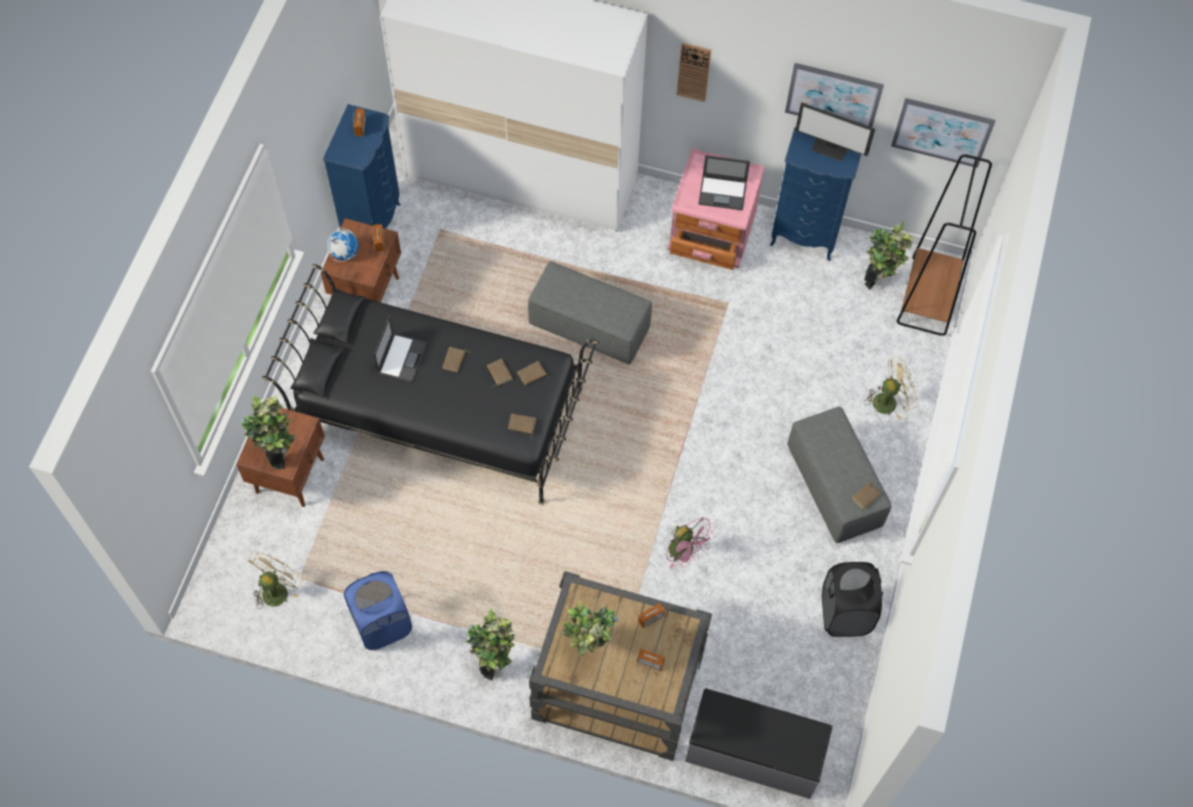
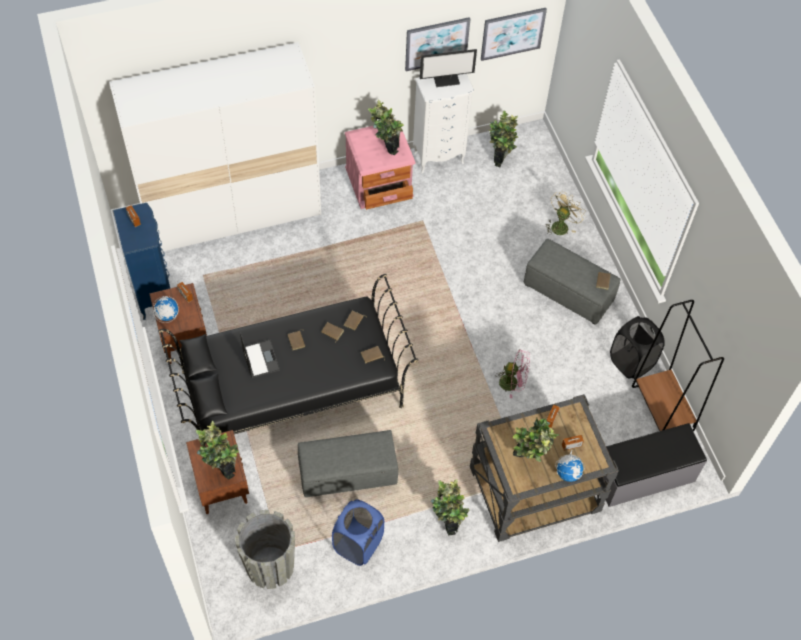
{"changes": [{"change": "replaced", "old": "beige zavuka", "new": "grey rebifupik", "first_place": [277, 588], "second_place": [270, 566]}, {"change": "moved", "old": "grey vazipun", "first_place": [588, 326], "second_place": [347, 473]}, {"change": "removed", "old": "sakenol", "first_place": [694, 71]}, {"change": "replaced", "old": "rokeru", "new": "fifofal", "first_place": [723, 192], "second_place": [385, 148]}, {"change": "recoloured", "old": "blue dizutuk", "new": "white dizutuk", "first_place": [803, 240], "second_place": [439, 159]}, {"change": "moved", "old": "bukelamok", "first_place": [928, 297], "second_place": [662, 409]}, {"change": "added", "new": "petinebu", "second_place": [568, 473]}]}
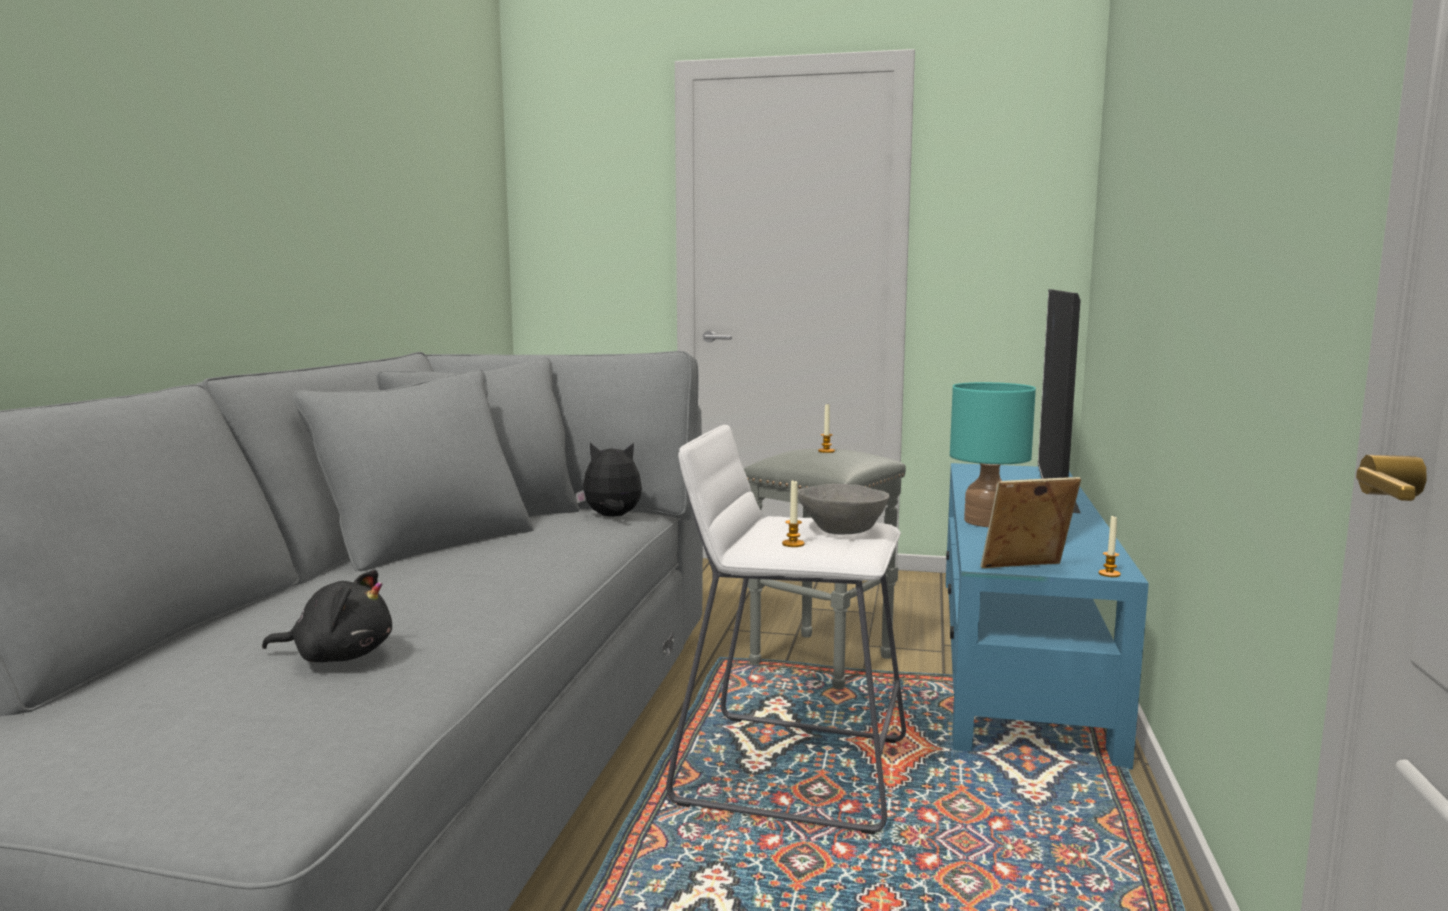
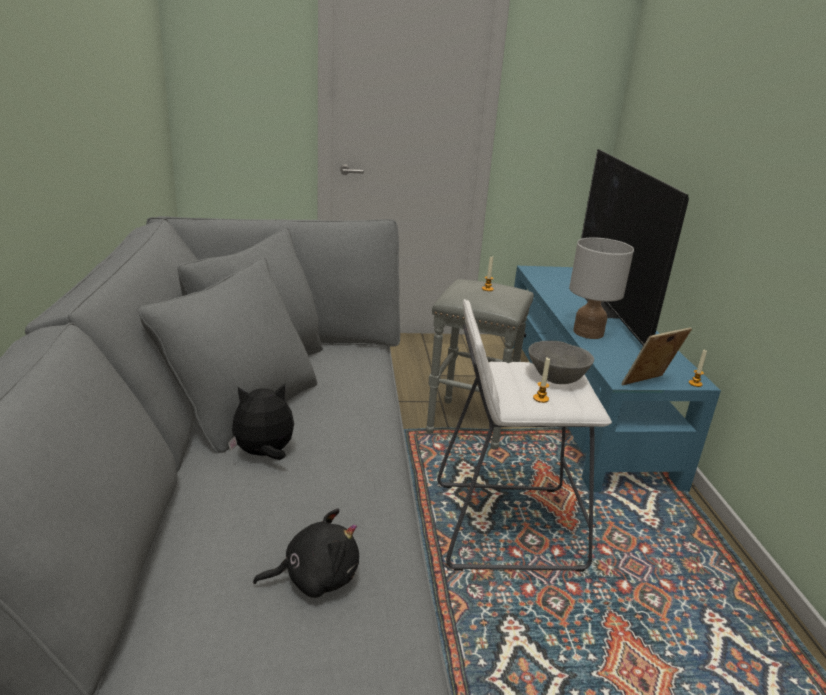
{"changes": [{"change": "moved", "old": "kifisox", "first_place": [612, 517], "second_place": [264, 454]}, {"change": "recoloured", "old": "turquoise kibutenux", "new": "grey kibutenux", "first_place": [986, 522], "second_place": [588, 333]}]}
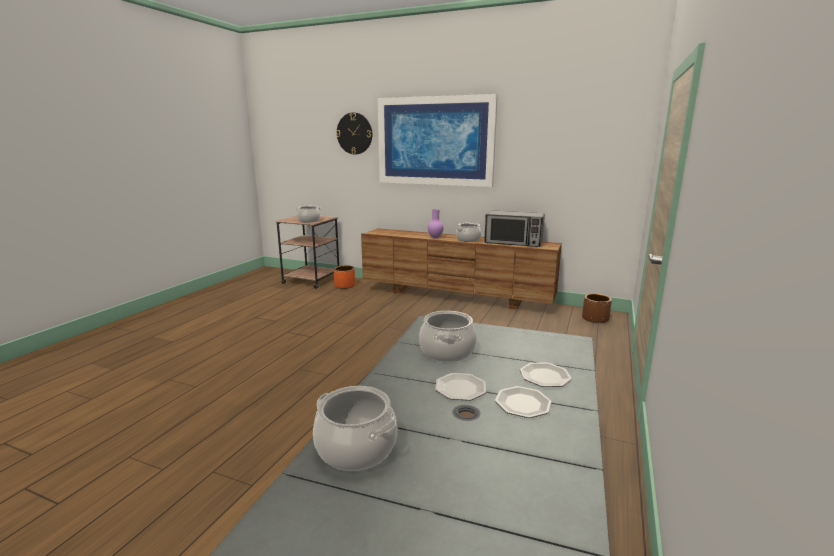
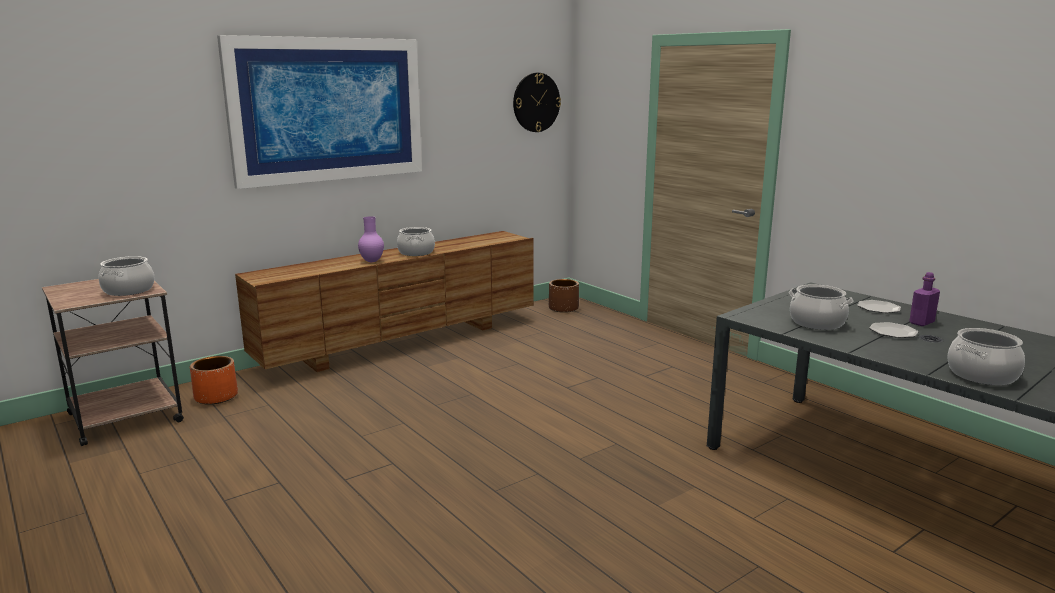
{"changes": [{"change": "moved", "old": "sakenol", "first_place": [354, 133], "second_place": [536, 102]}, {"change": "removed", "old": "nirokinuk", "first_place": [513, 243]}, {"change": "replaced", "old": "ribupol", "new": "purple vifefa", "first_place": [523, 404], "second_place": [921, 322]}]}
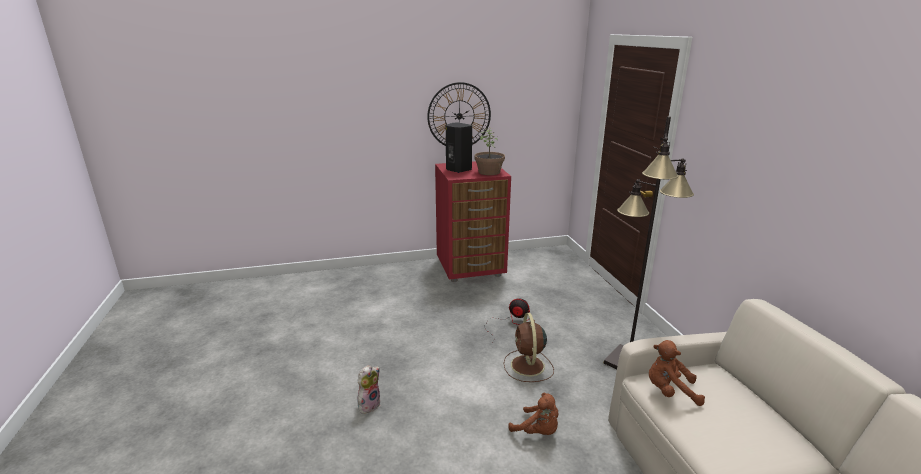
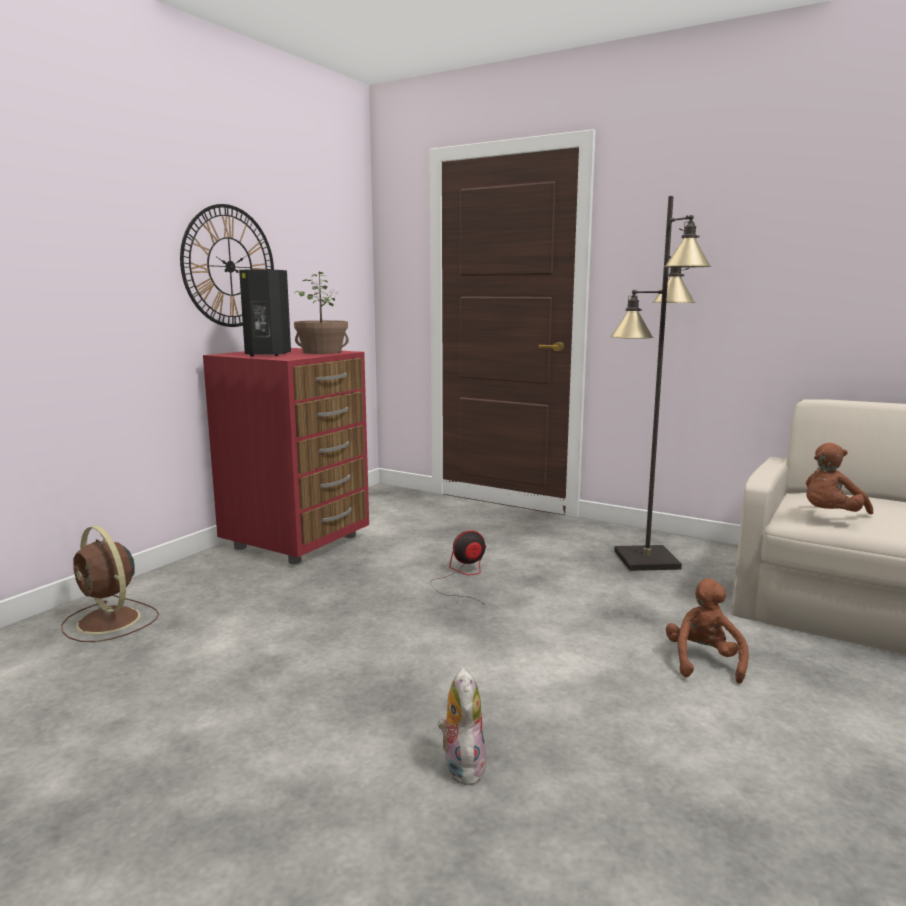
{"changes": [{"change": "moved", "old": "brown zavuka", "first_place": [528, 366], "second_place": [110, 621]}, {"change": "turned", "old": "brown kifisox", "first_place": [537, 431], "second_place": [703, 662], "degrees": -75}]}
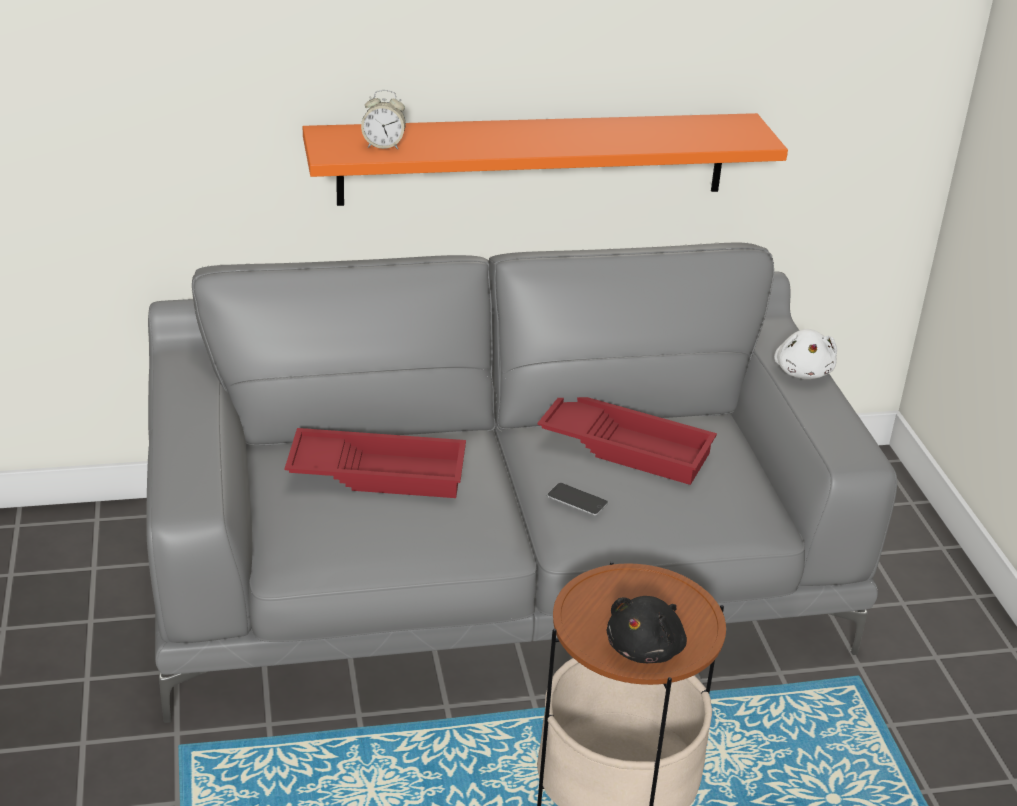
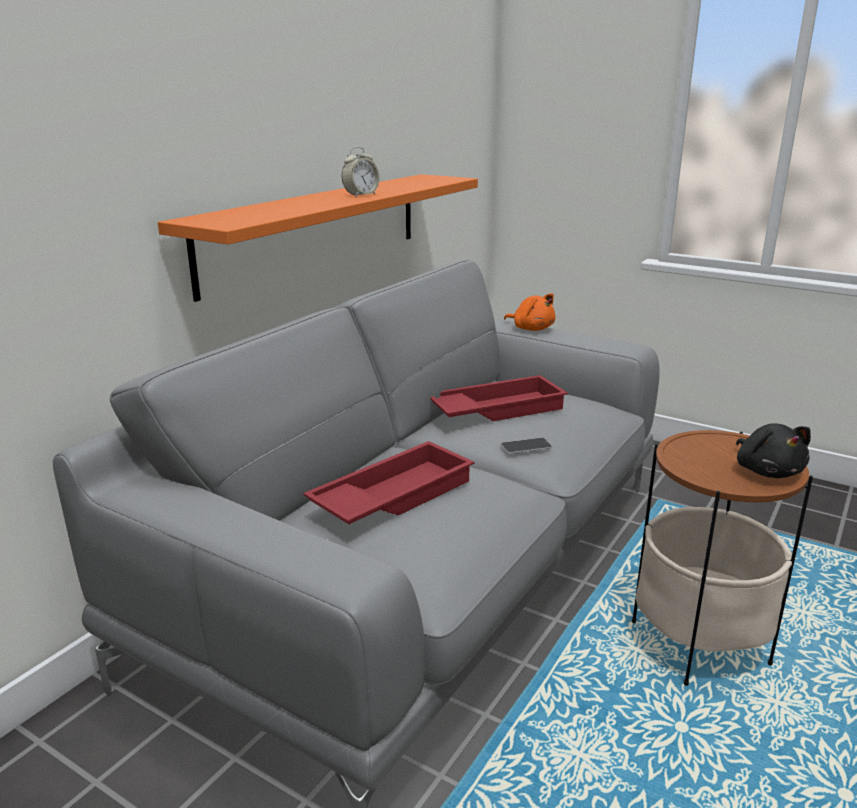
{"changes": [{"change": "moved", "old": "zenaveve", "first_place": [383, 145], "second_place": [361, 195]}, {"change": "recoloured", "old": "white kifisox", "new": "orange kifisox", "first_place": [803, 371], "second_place": [531, 329]}]}
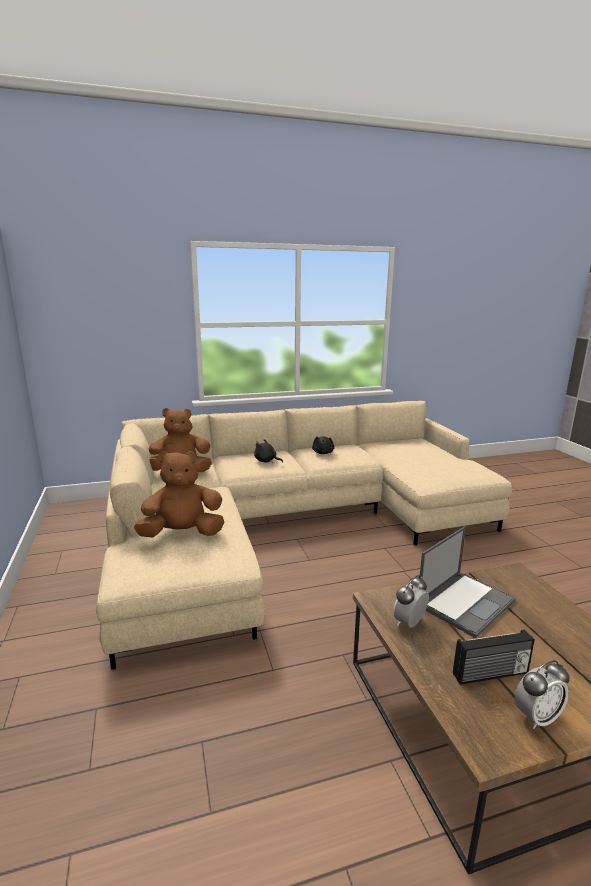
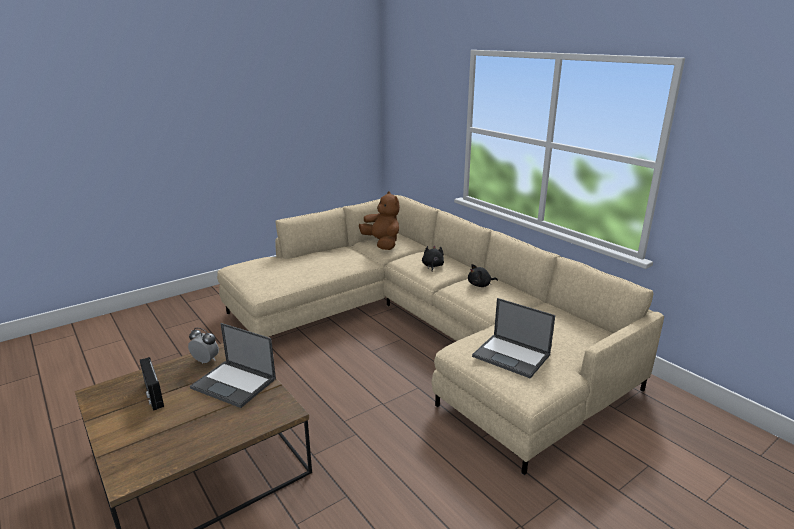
{"changes": [{"change": "removed", "old": "brown kifisox", "first_place": [183, 534]}, {"change": "removed", "old": "zenaveve", "first_place": [536, 717]}, {"change": "added", "new": "rokeru", "second_place": [512, 356]}]}
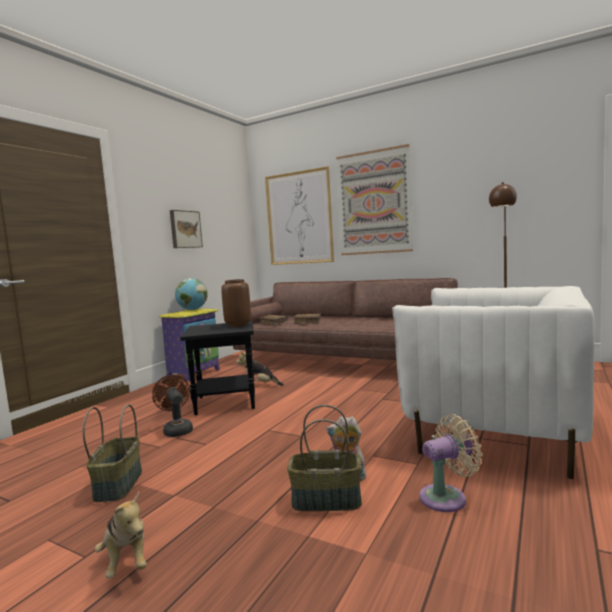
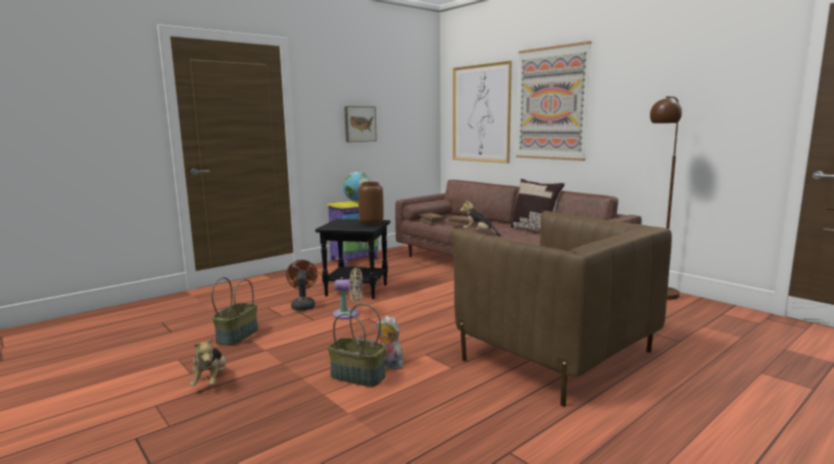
{"changes": [{"change": "moved", "old": "kifisox", "first_place": [259, 385], "second_place": [479, 233]}, {"change": "recoloured", "old": "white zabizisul", "new": "brown zabizisul", "first_place": [495, 428], "second_place": [555, 354]}, {"change": "moved", "old": "beige zavuka", "first_place": [447, 497], "second_place": [349, 314]}, {"change": "added", "new": "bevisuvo", "second_place": [535, 230]}]}
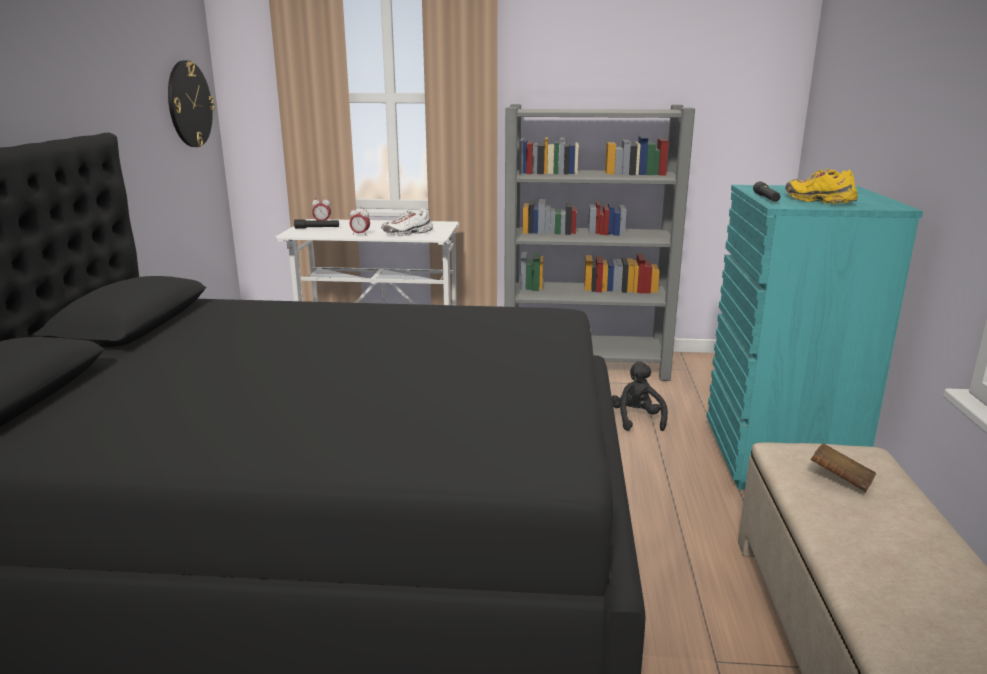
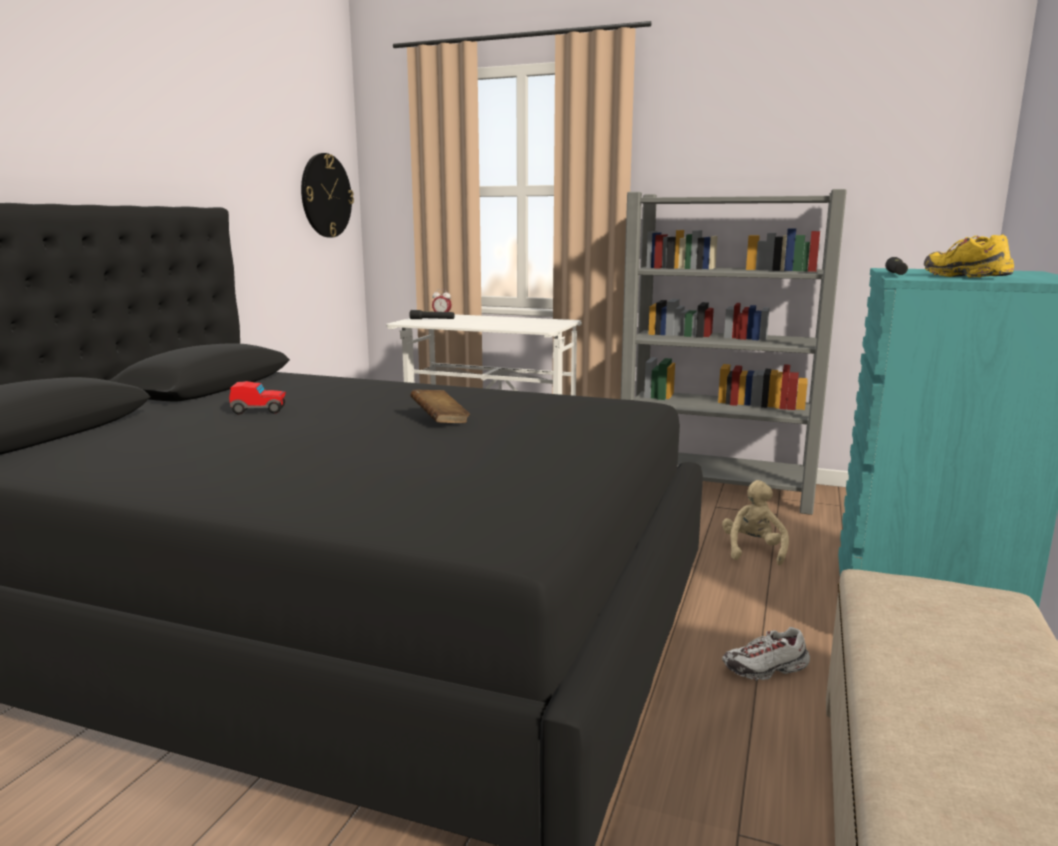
{"changes": [{"change": "removed", "old": "zenaveve", "first_place": [360, 234]}, {"change": "moved", "old": "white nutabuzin", "first_place": [408, 233], "second_place": [766, 669]}, {"change": "recoloured", "old": "black kifisox", "new": "beige kifisox", "first_place": [637, 420], "second_place": [753, 550]}, {"change": "moved", "old": "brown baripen", "first_place": [840, 481], "second_place": [440, 420]}, {"change": "added", "new": "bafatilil", "second_place": [259, 411]}]}
